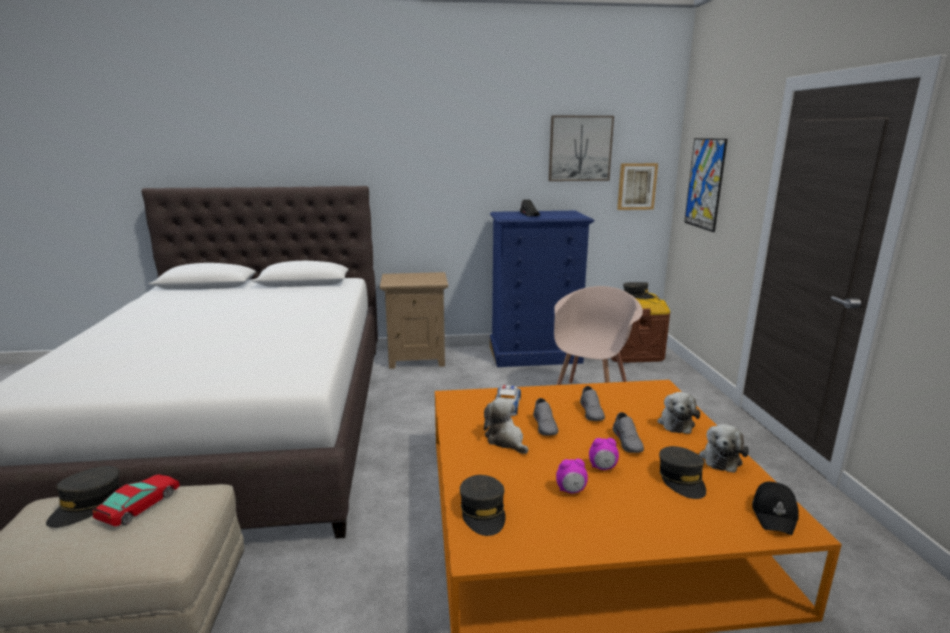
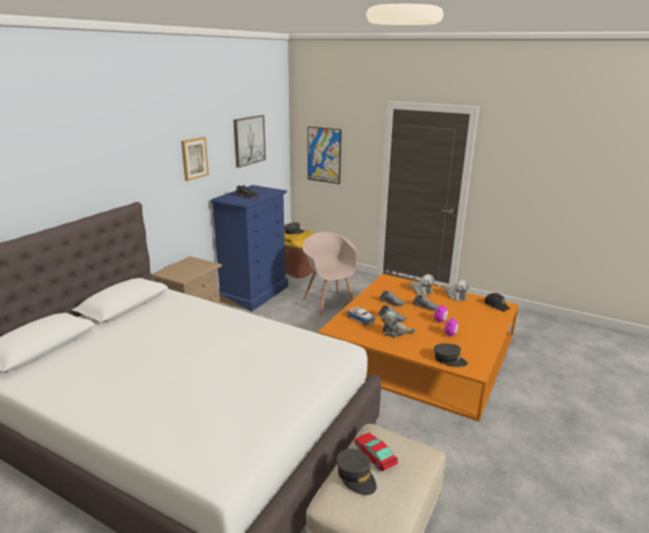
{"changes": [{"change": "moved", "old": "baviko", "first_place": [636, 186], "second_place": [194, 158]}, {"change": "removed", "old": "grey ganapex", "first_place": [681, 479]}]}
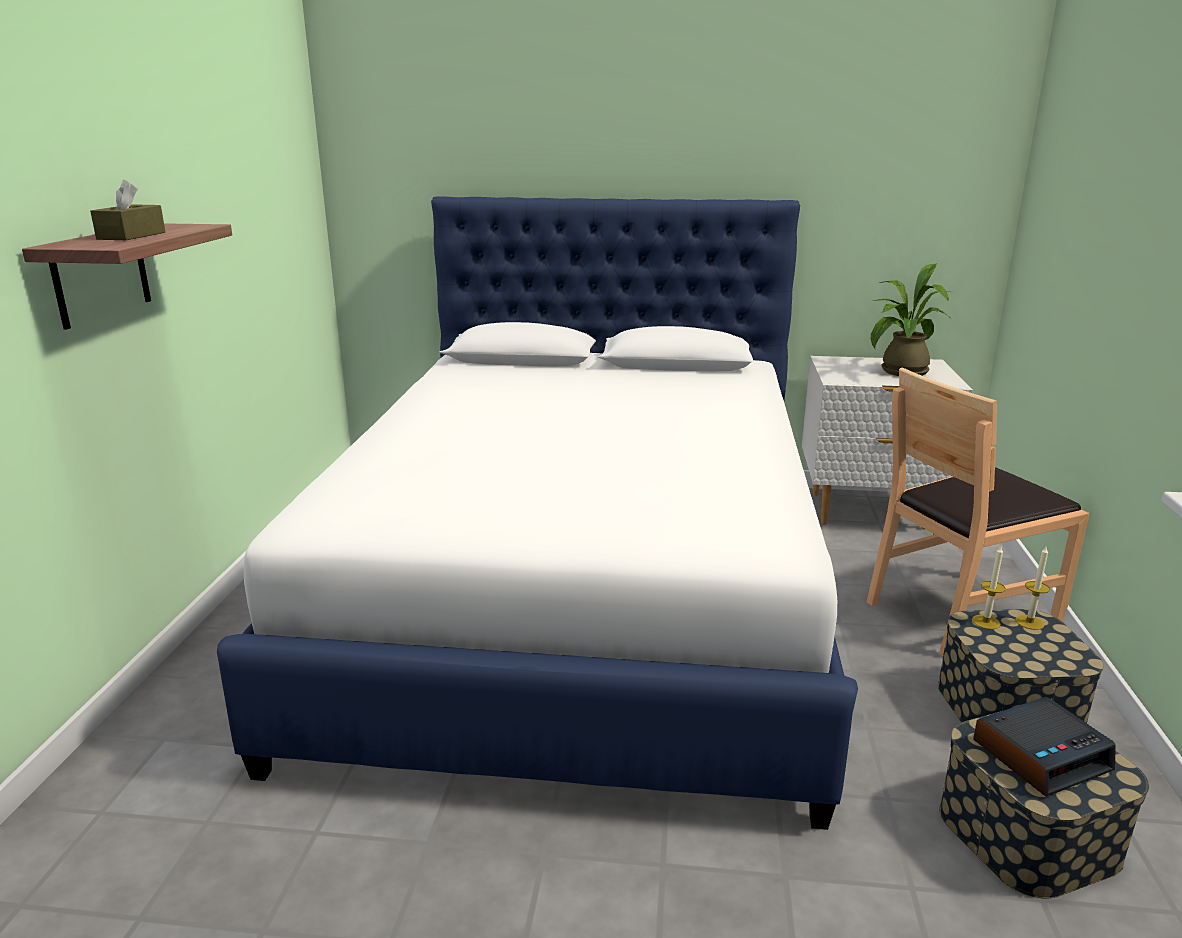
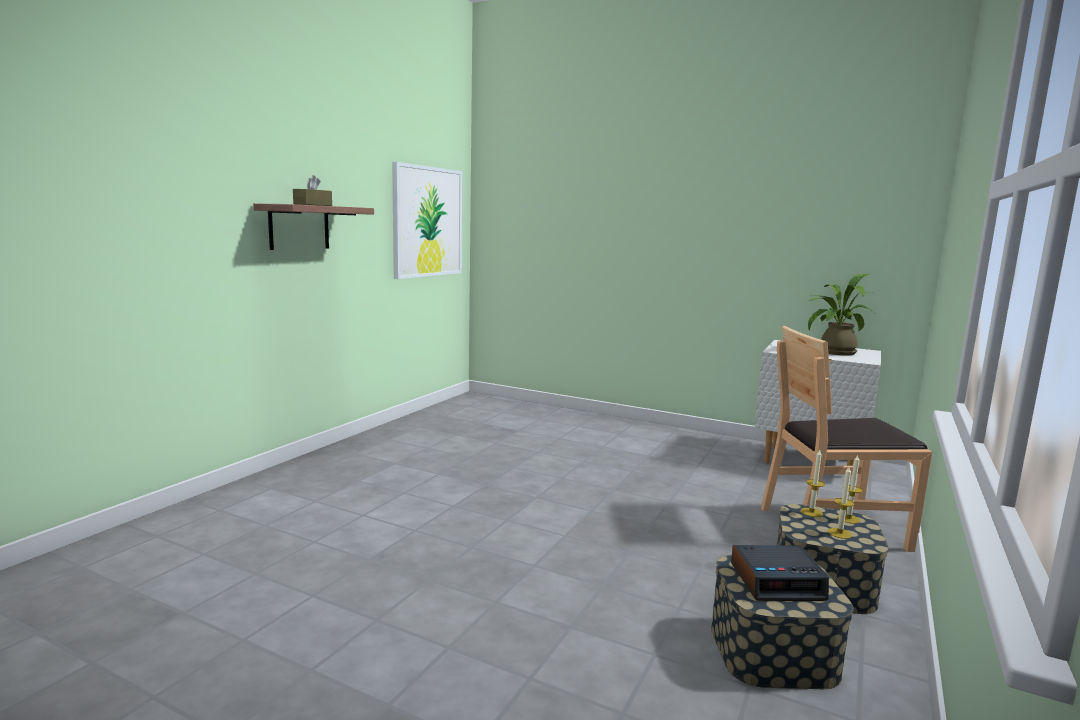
{"changes": [{"change": "removed", "old": "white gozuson", "first_place": [582, 593]}, {"change": "added", "new": "baviko", "second_place": [427, 222]}, {"change": "added", "new": "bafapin", "second_place": [839, 533]}]}
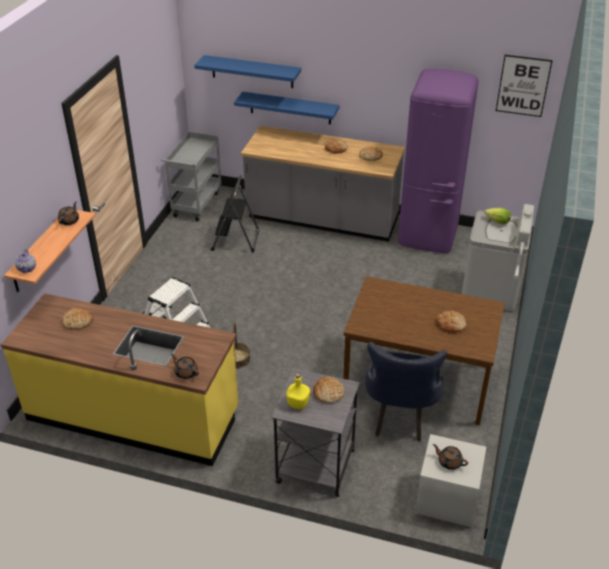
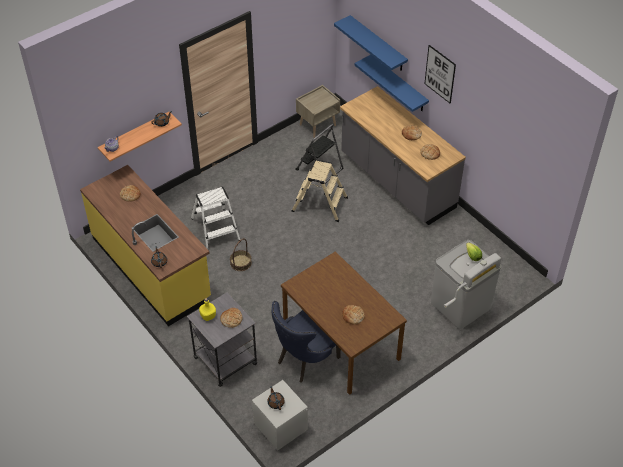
{"changes": [{"change": "replaced", "old": "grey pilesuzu", "new": "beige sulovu", "first_place": [196, 205], "second_place": [317, 125]}, {"change": "removed", "old": "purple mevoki", "first_place": [428, 236]}, {"change": "moved", "old": "baviko", "first_place": [523, 86], "second_place": [440, 74]}, {"change": "added", "new": "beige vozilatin", "second_place": [319, 204]}]}
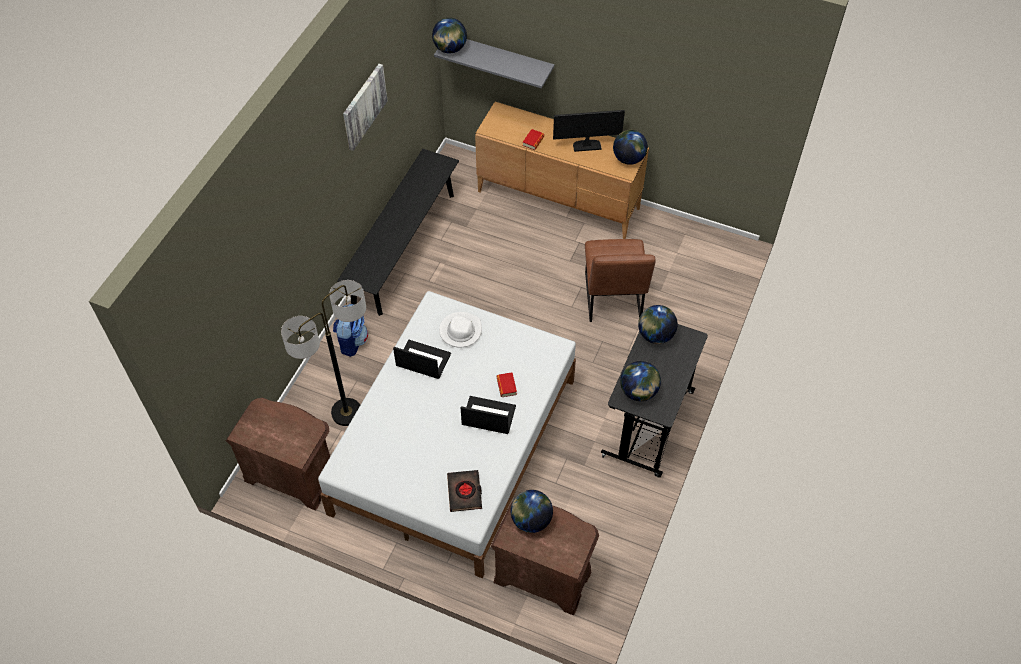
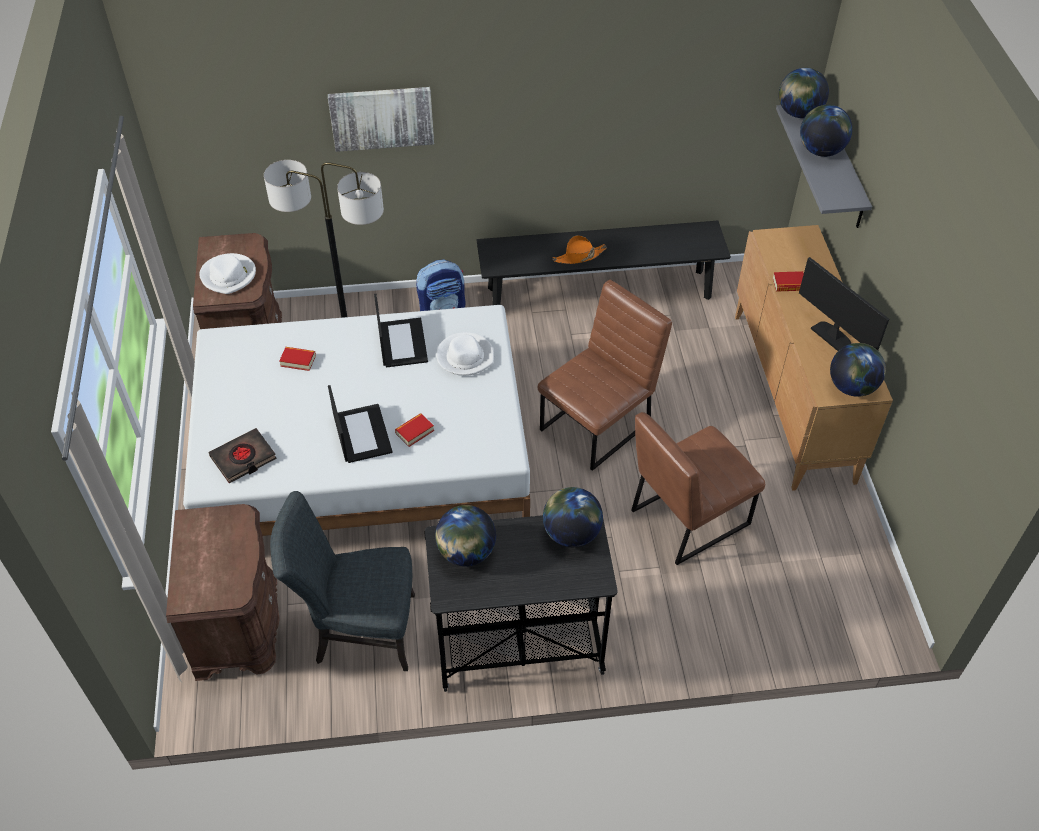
{"changes": [{"change": "moved", "old": "baviko", "first_place": [363, 106], "second_place": [381, 117]}, {"change": "moved", "old": "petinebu", "first_place": [531, 520], "second_place": [820, 151]}, {"change": "added", "new": "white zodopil", "second_place": [229, 276]}, {"change": "added", "new": "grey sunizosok", "second_place": [358, 630]}, {"change": "added", "new": "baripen", "second_place": [298, 361]}, {"change": "added", "new": "brown sunizosok", "second_place": [598, 424]}, {"change": "added", "new": "orange zodopil", "second_place": [579, 256]}]}
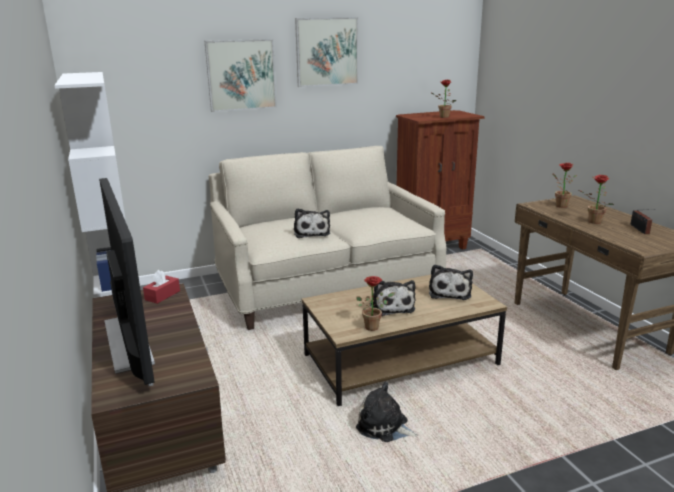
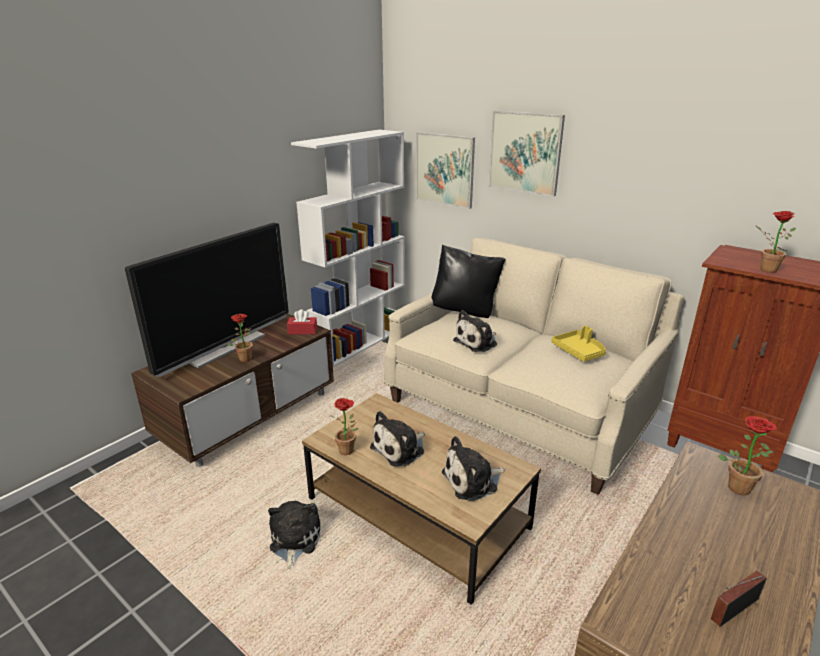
{"changes": [{"change": "moved", "old": "baviko", "first_place": [327, 52], "second_place": [445, 169]}, {"change": "moved", "old": "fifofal", "first_place": [592, 222], "second_place": [244, 358]}, {"change": "added", "new": "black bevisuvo", "second_place": [465, 311]}, {"change": "added", "new": "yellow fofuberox", "second_place": [579, 351]}]}
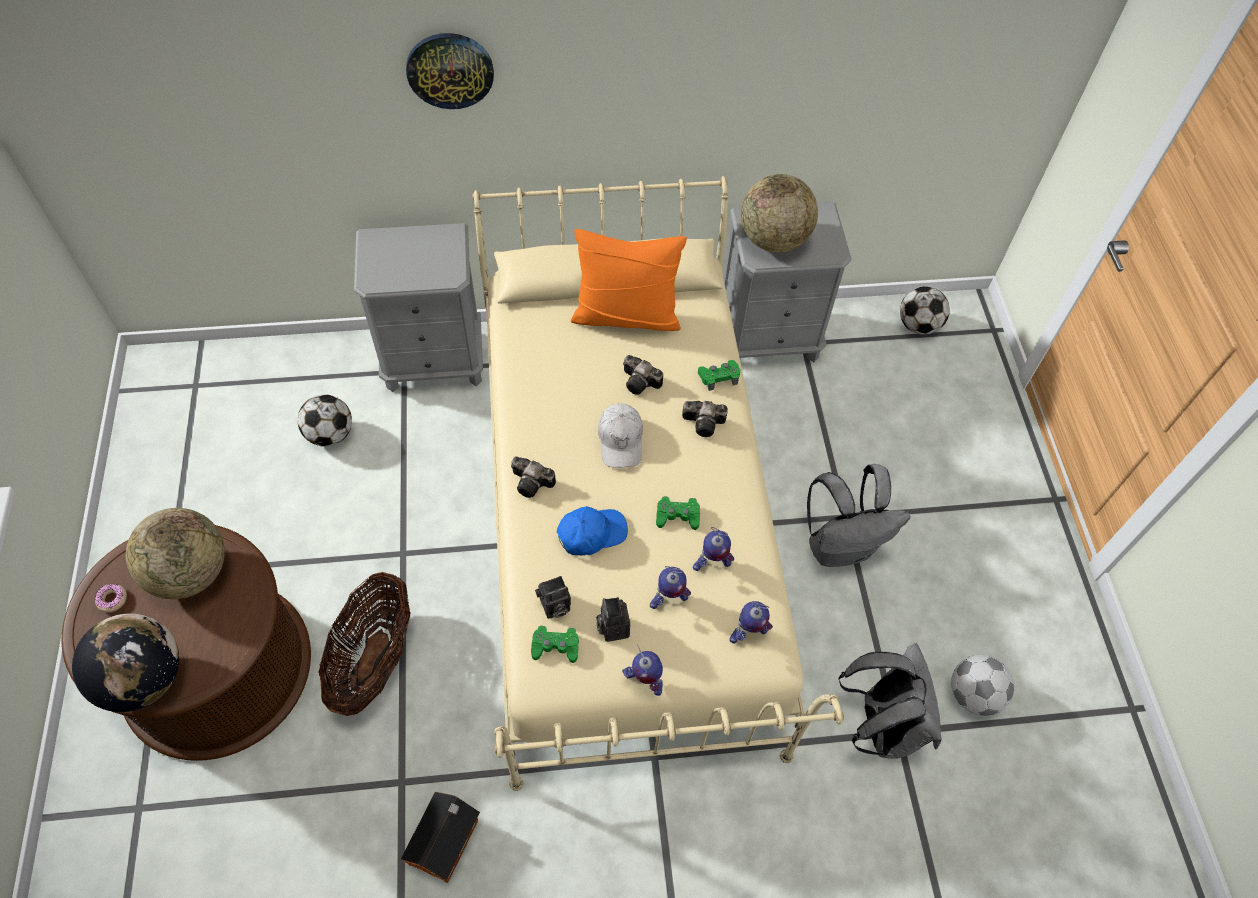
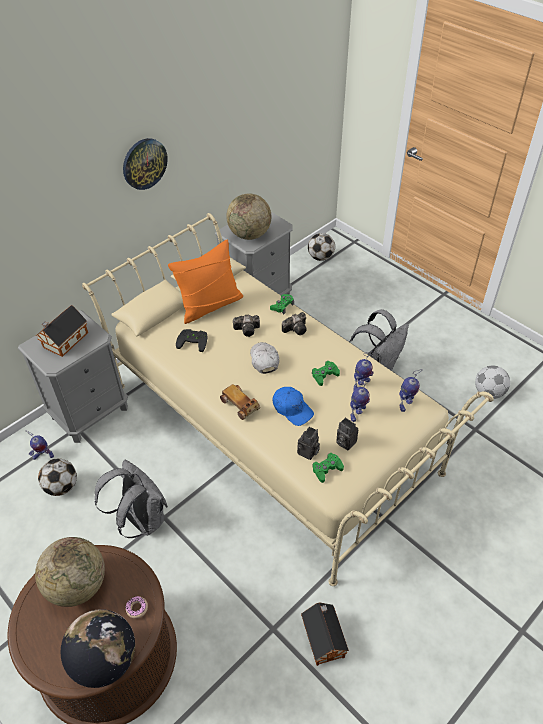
{"changes": [{"change": "moved", "old": "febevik", "first_place": [112, 599], "second_place": [137, 608]}, {"change": "removed", "old": "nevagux", "first_place": [374, 659]}, {"change": "moved", "old": "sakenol", "first_place": [450, 70], "second_place": [144, 163]}, {"change": "replaced", "old": "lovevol", "new": "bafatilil", "first_place": [533, 483], "second_place": [240, 405]}, {"change": "turned", "old": "blue ganapex", "first_place": [591, 533], "second_place": [292, 409], "degrees": 105}, {"change": "turned", "old": "white ganapex", "first_place": [621, 440], "second_place": [264, 360], "degrees": -150}, {"change": "moved", "old": "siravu", "first_place": [644, 681], "second_place": [43, 456]}, {"change": "moved", "old": "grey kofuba", "first_place": [881, 724], "second_place": [141, 520]}, {"change": "added", "new": "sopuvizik", "second_place": [64, 341]}, {"change": "added", "new": "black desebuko", "second_place": [193, 341]}]}
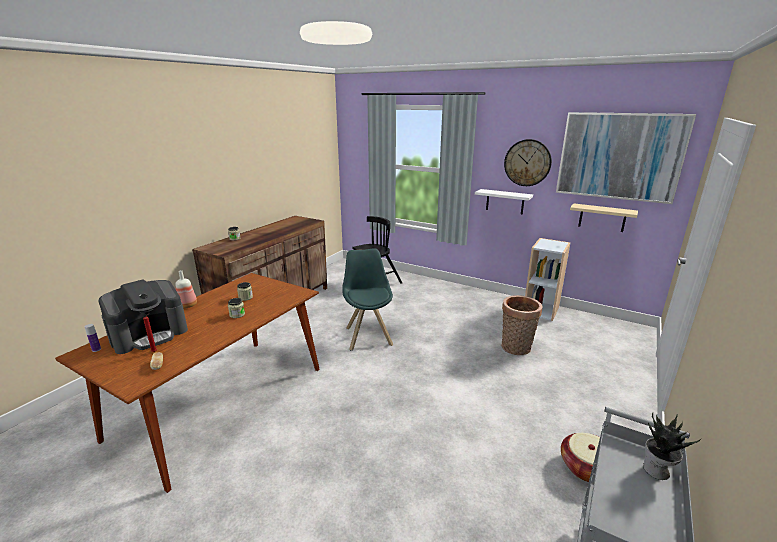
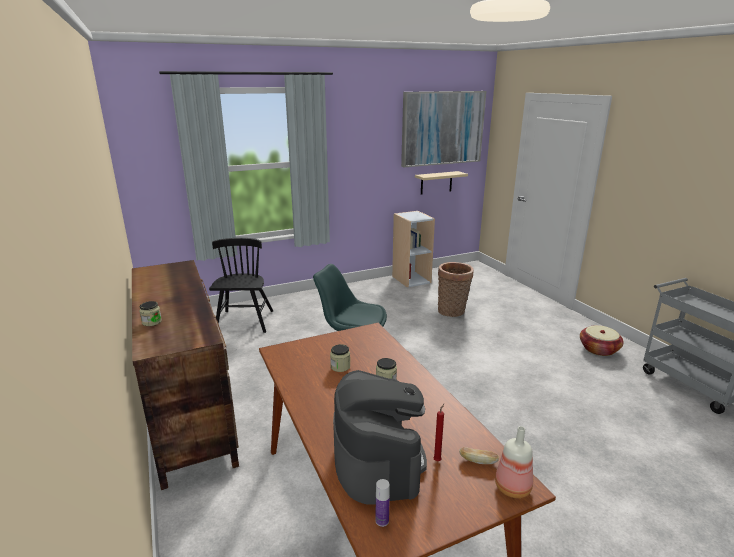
{"changes": [{"change": "moved", "old": "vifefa", "first_place": [188, 305], "second_place": [512, 486]}, {"change": "removed", "old": "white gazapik", "first_place": [505, 201]}, {"change": "removed", "old": "sakenol", "first_place": [527, 163]}, {"change": "removed", "old": "fifofal", "first_place": [656, 471]}]}
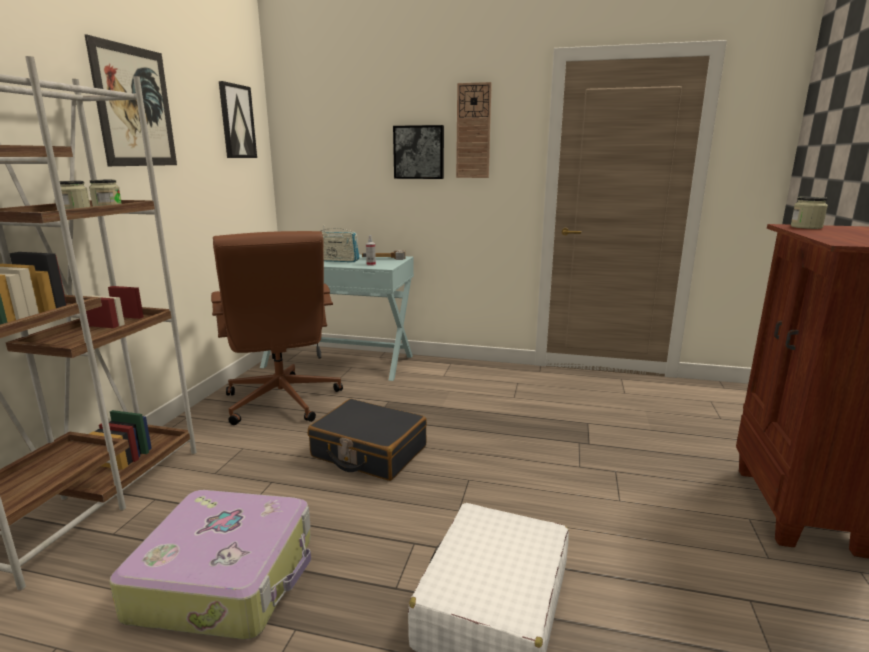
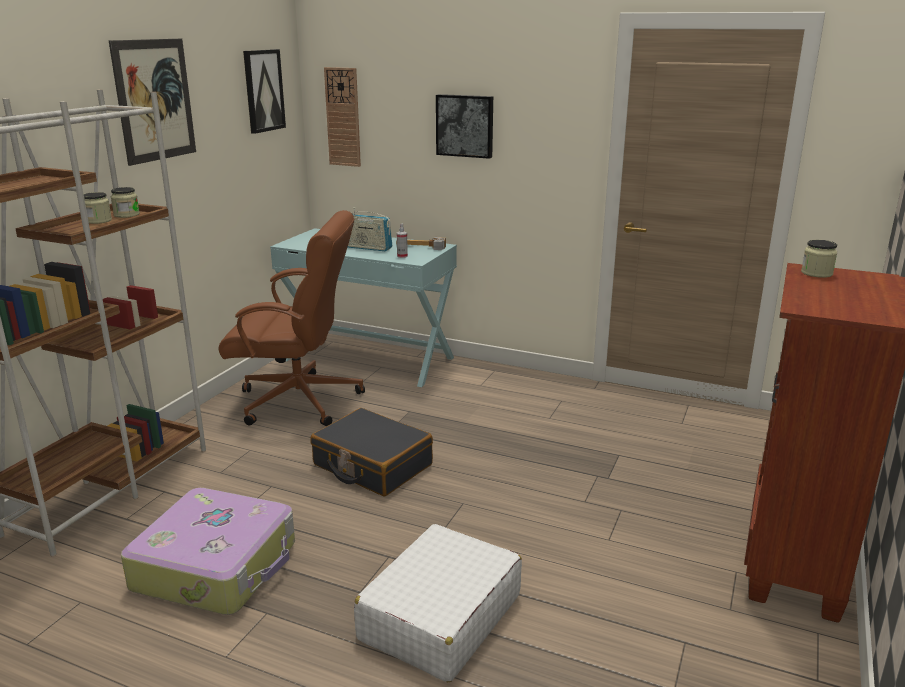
{"changes": [{"change": "turned", "old": "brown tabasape", "first_place": [282, 400], "second_place": [298, 400], "degrees": -75}, {"change": "moved", "old": "sakenol", "first_place": [473, 131], "second_place": [343, 117]}]}
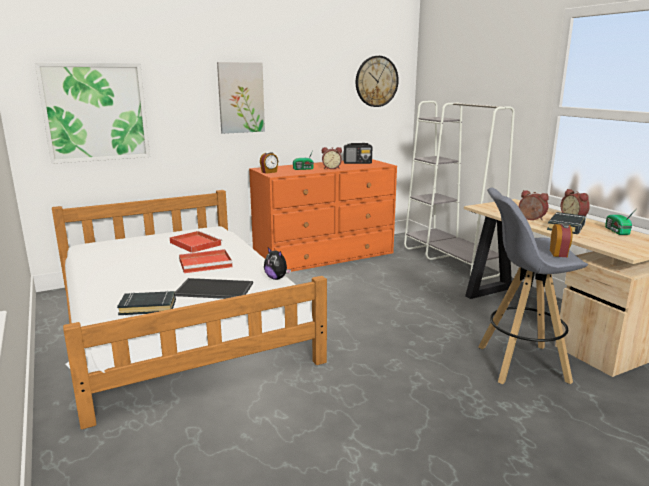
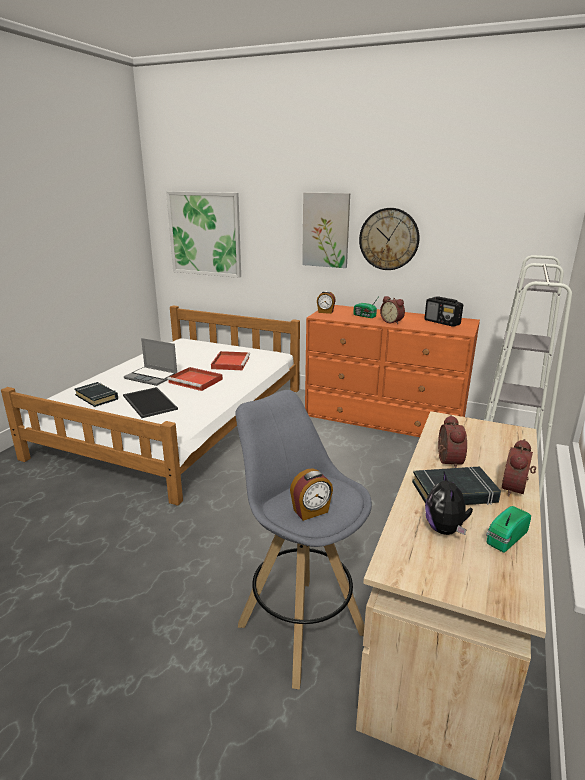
{"changes": [{"change": "moved", "old": "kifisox", "first_place": [277, 278], "second_place": [445, 529]}, {"change": "moved", "old": "sakenol", "first_place": [376, 81], "second_place": [389, 239]}, {"change": "added", "new": "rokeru", "second_place": [152, 377]}]}
